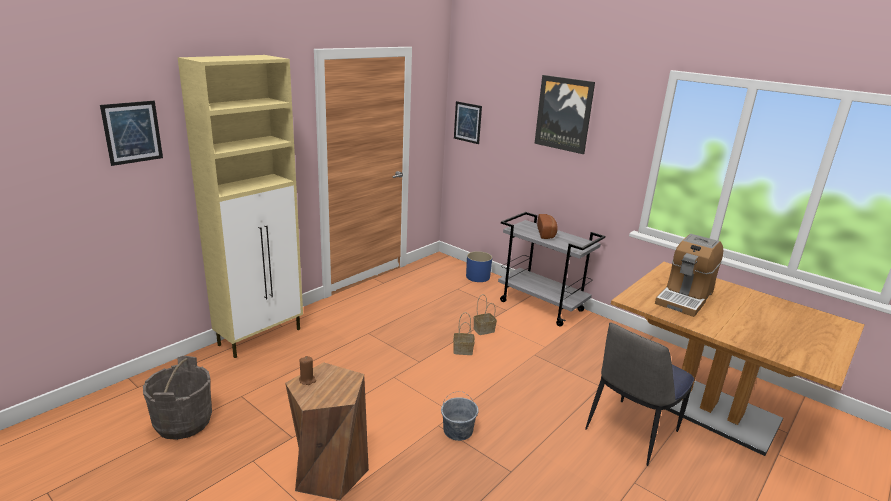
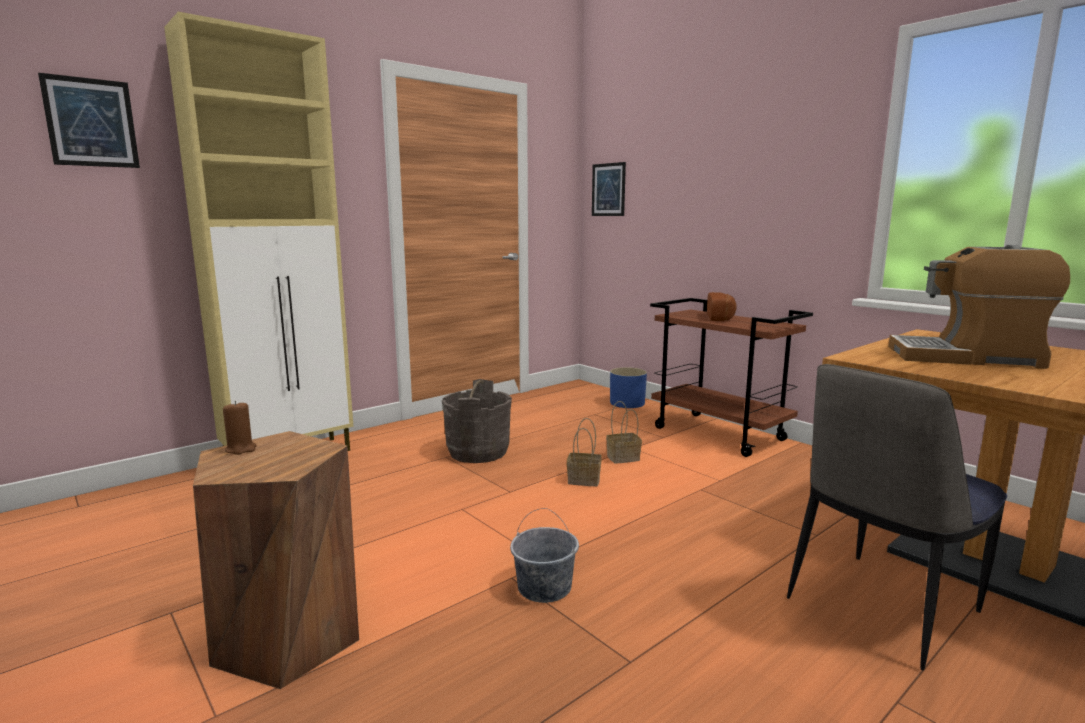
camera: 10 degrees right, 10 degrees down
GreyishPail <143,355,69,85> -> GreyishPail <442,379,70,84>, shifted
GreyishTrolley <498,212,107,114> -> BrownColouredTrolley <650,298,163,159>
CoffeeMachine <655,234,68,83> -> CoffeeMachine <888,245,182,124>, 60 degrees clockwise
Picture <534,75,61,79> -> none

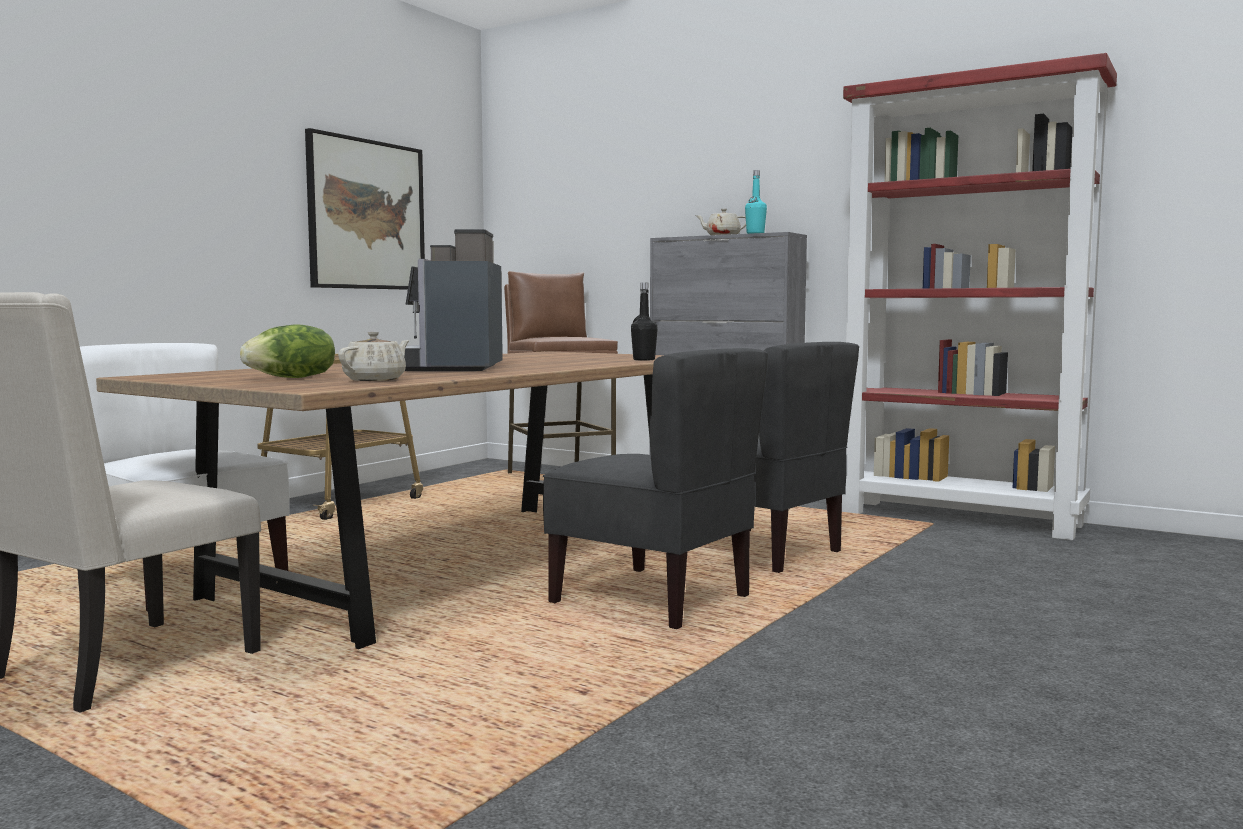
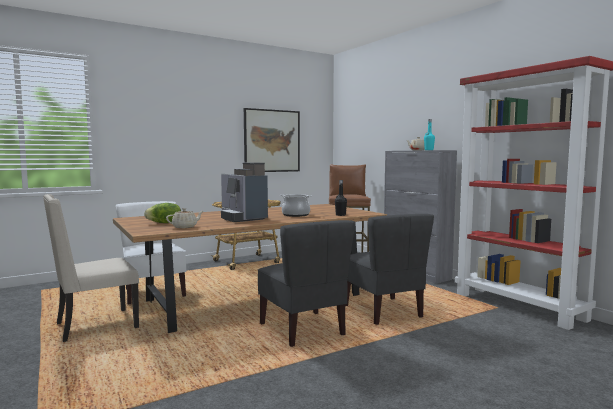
camera: 25 degrees right, 0 degrees up
CoffeeMachine <404,229,99,142> -> CoffeeMachine <221,162,47,60>, 60 degrees counterclockwise
none -> CookingPot <280,194,32,23>

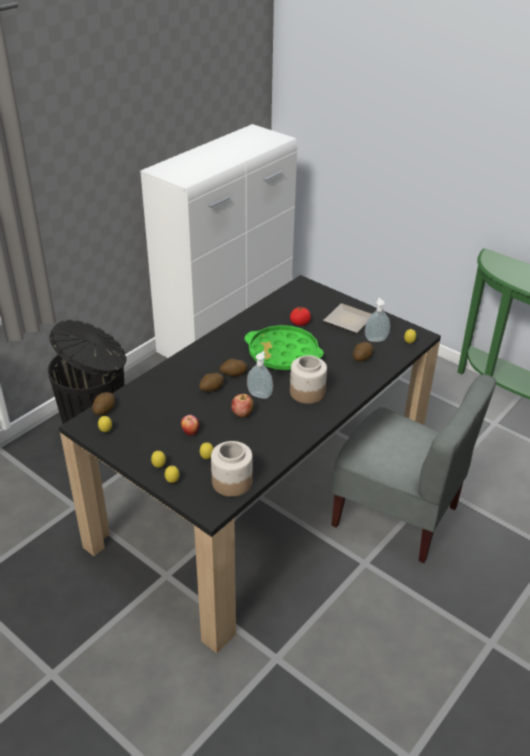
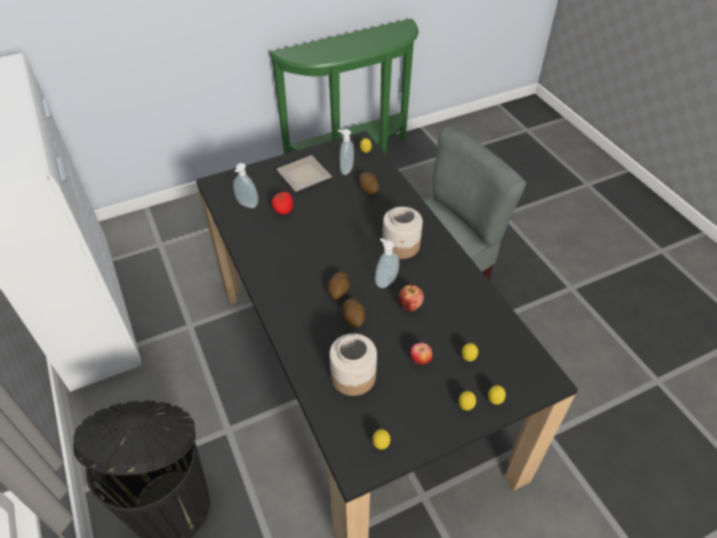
camera: 65 degrees left, 10 degrees up
none -> SoapBottle <233,163,25,45>
PreserveJar <211,441,42,56> -> PreserveJar <329,333,48,63>, shifted
Potato <92,392,23,23> -> none
GreenColouredCarryingTray <245,325,79,45> -> none

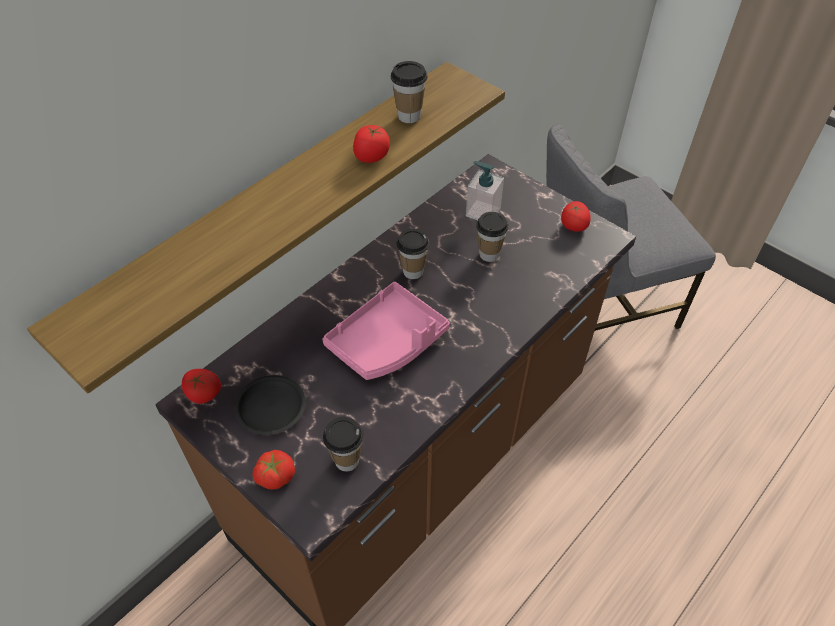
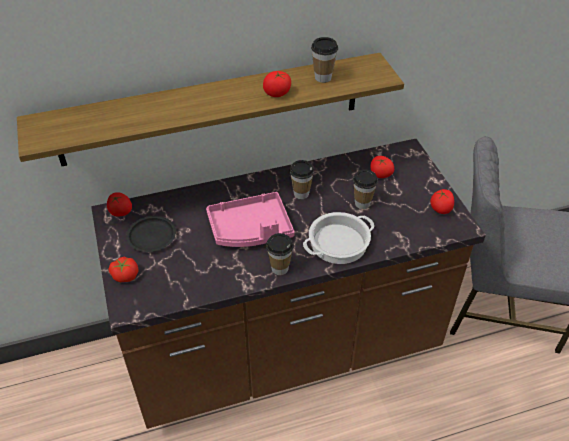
camera: 30 degrees right, 5 degrees down
SmallCup <323,417,40,55> -> SmallCup <266,233,28,42>, shifted
none -> CookingPot <303,212,71,52>
SoapBottle <466,161,38,59> -> FreshTomato <370,156,24,22>

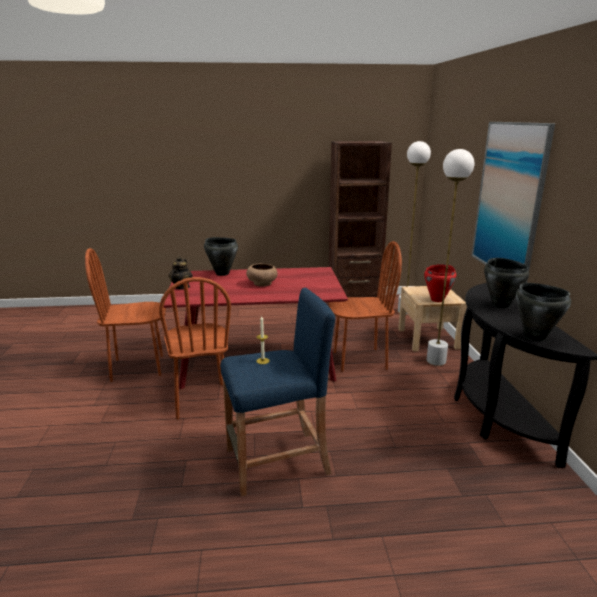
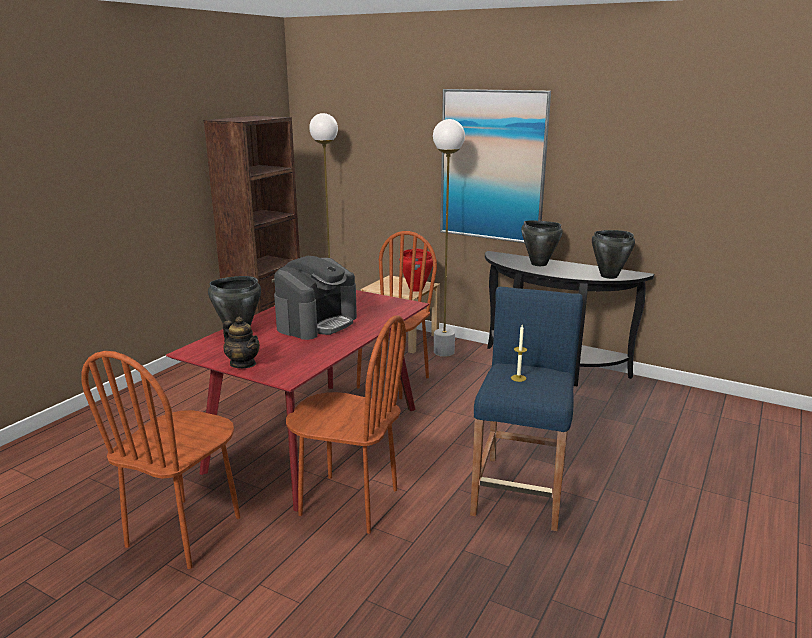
camera: 55 degrees left, 0 degrees up
BrownColouredBowl <246,263,32,24> -> CoffeeMachine <274,256,83,84>

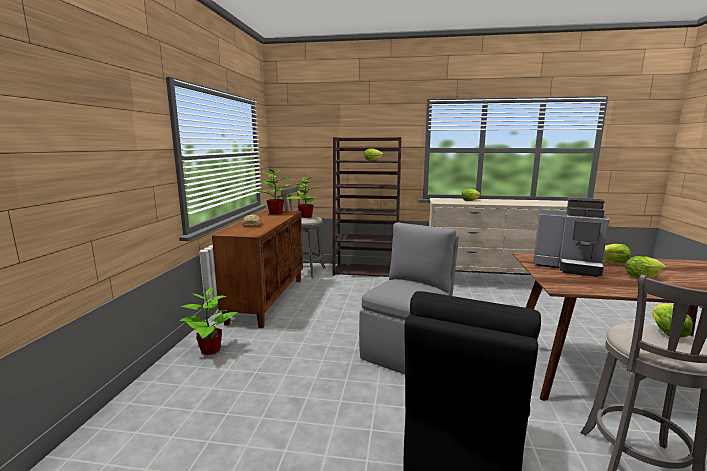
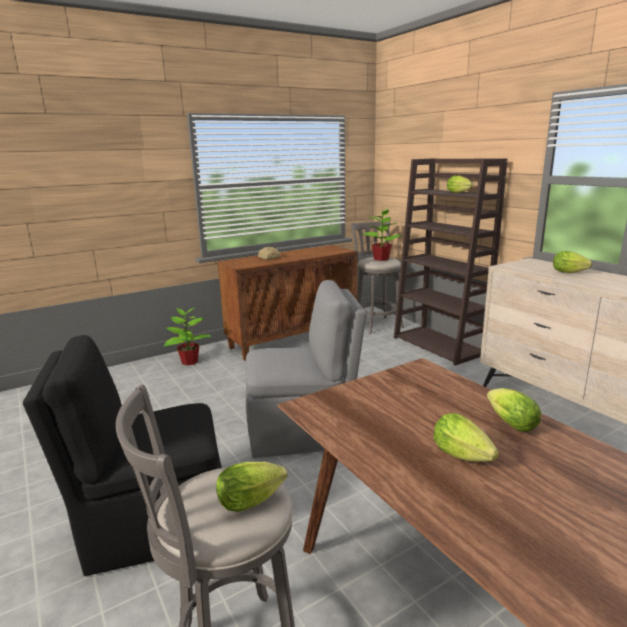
camera: 50 degrees right, 5 degrees up
Houseplant <255,166,38,49> -> none
CoffeeMachine <533,197,77,80> -> none

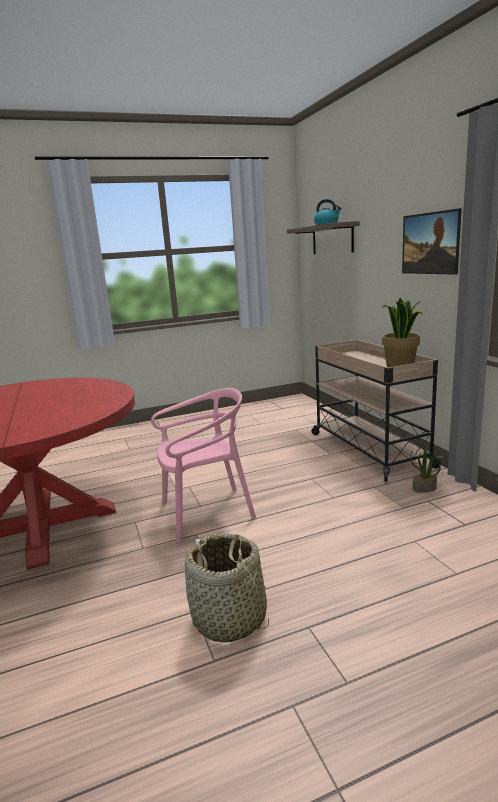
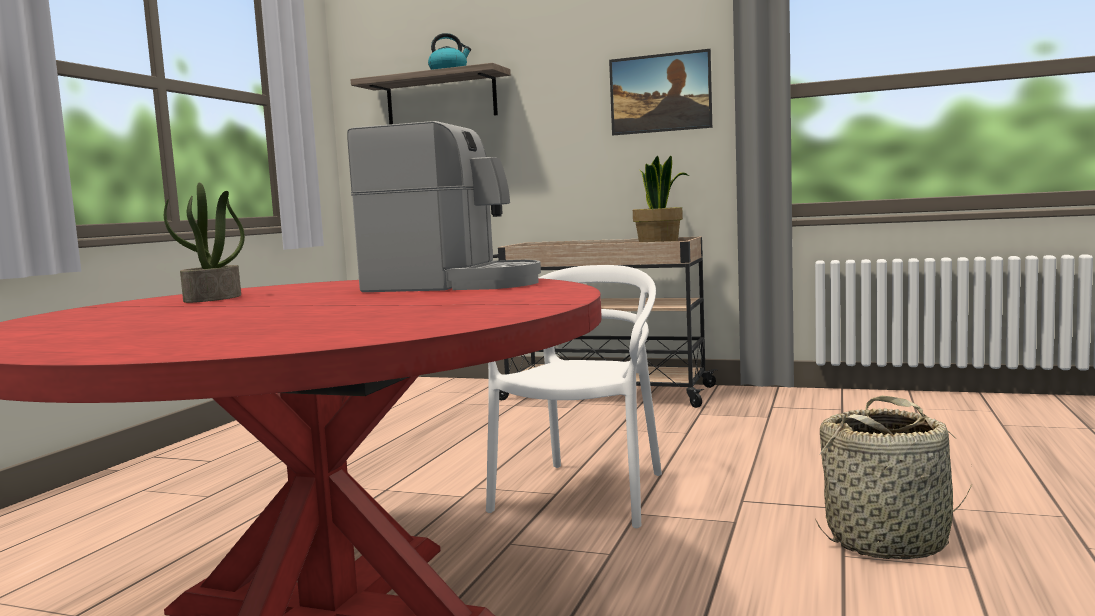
camera: 50 degrees left, 10 degrees down
Houseplant <410,447,31,46> -> Houseplant <164,182,81,121>, shifted
none -> CoffeeMachine <347,121,194,171>
PinkishUprightChair <151,388,105,154> -> WhiteColouredUprightChair <486,265,176,263>

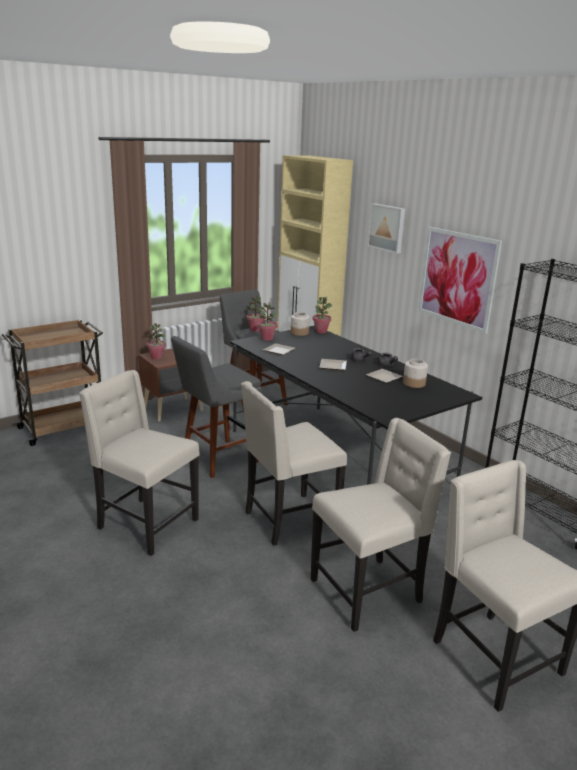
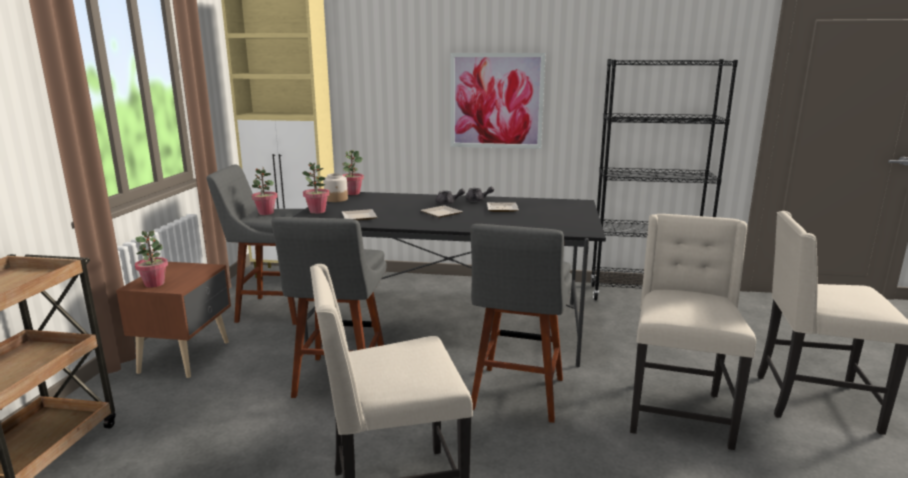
camera: 45 degrees left, 5 degrees down
SandColouredUprightChair <241,381,106,165> -> GreyishSittingStool <470,224,102,199>
Picture <367,203,38,51> -> none
PreserveJar <403,358,25,30> -> none

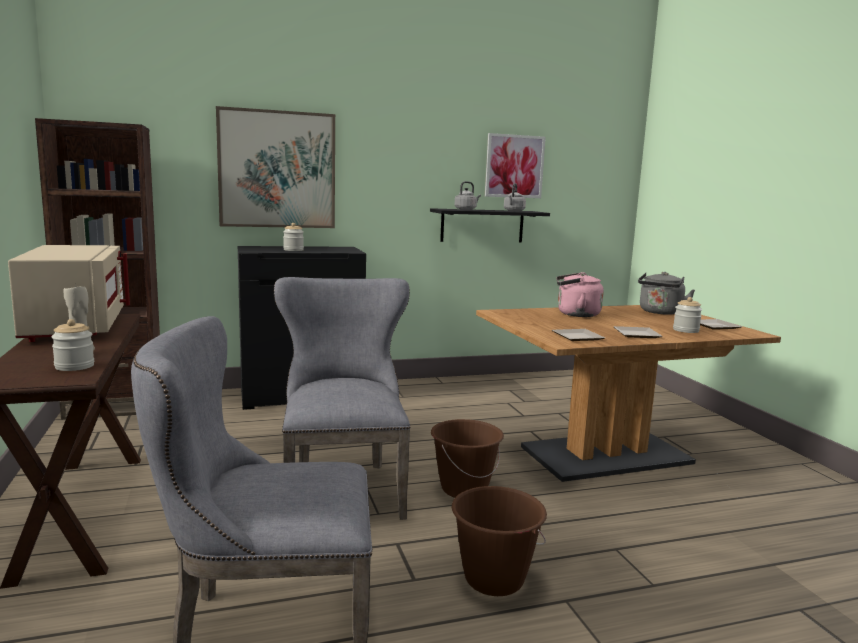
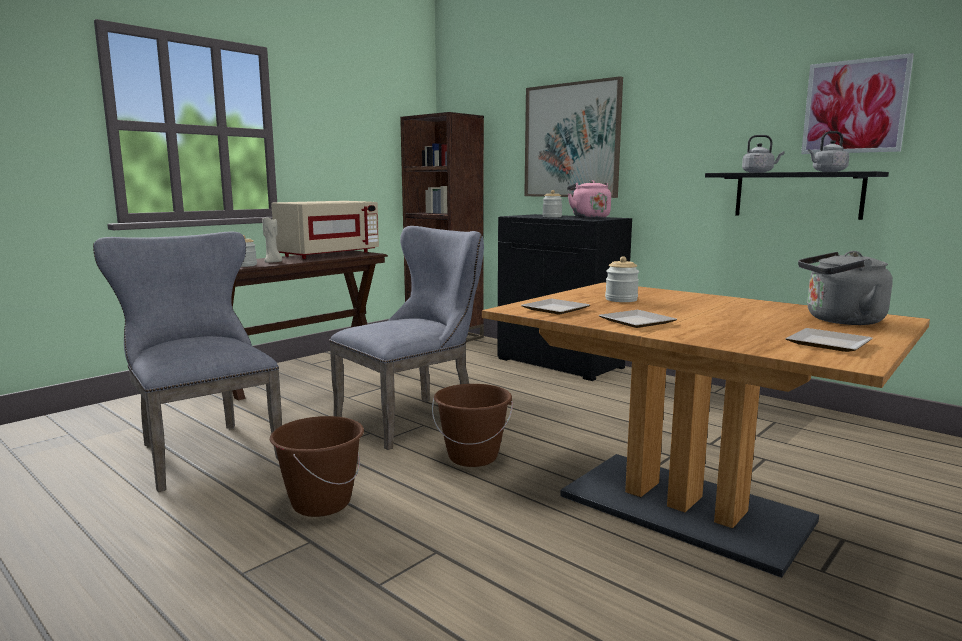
camera: 60 degrees right, 0 degrees up
PinkishWaterKettle <556,272,48,45> -> PinkishWaterKettle <567,180,44,38>, shifted
PreserveJar <673,297,29,36> -> PreserveJar <605,256,34,46>, shifted

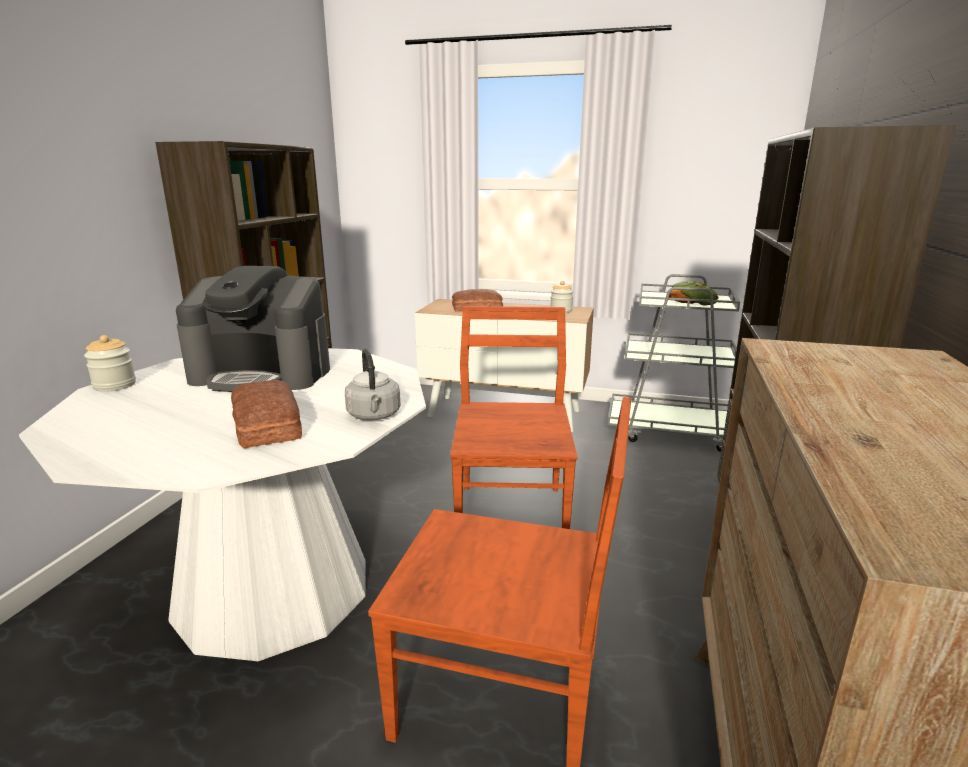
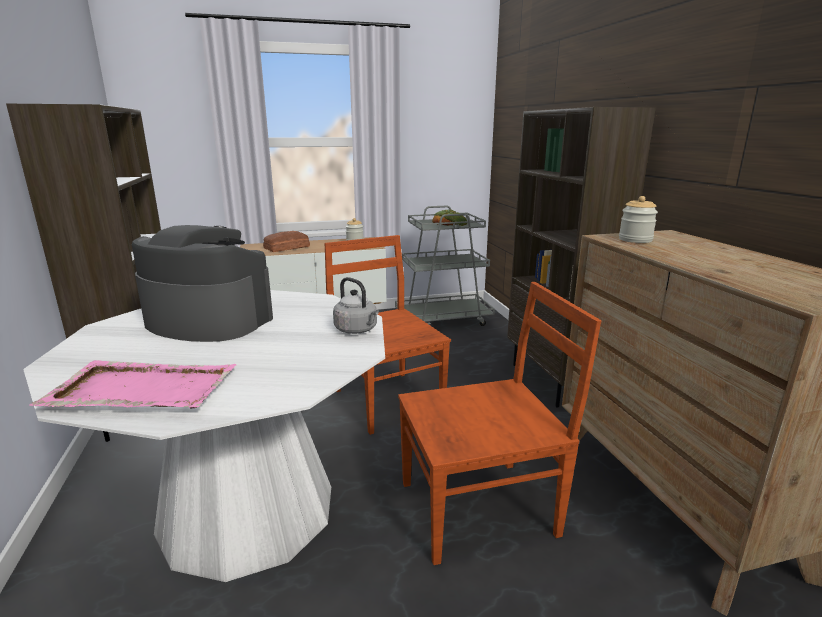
camera: 30 degrees left, 0 degrees up
none -> PinkishCarryingTray <29,360,207,48>
CoffeeMachine <176,266,154,126> -> CoffeeMachine <132,225,141,117>, 135 degrees counterclockwise
PreserveJar <84,335,52,57> -> PreserveJar <619,196,39,47>, shifted
BakedBread <231,380,71,68> -> none

